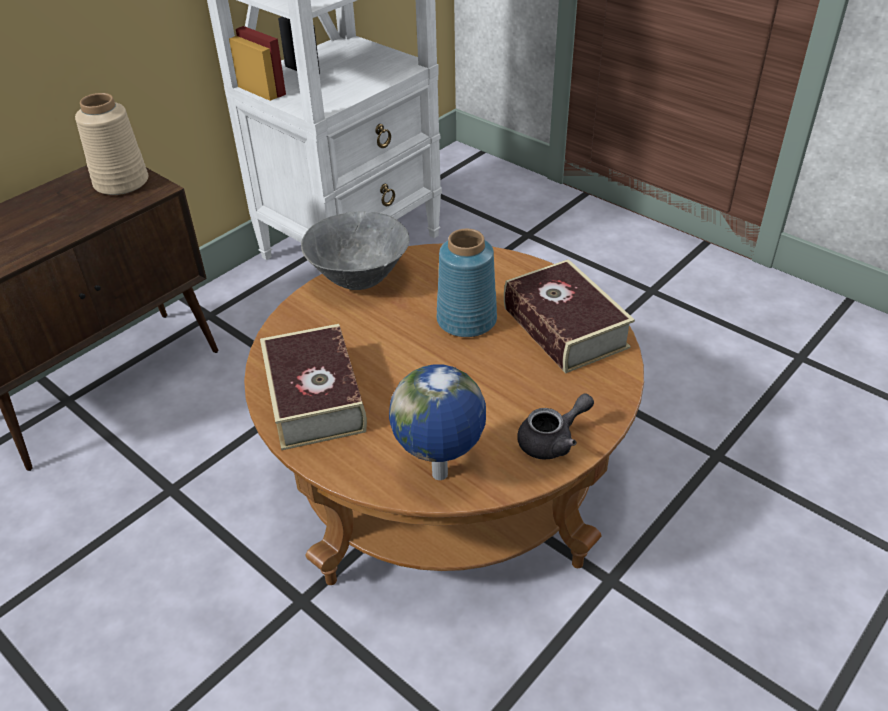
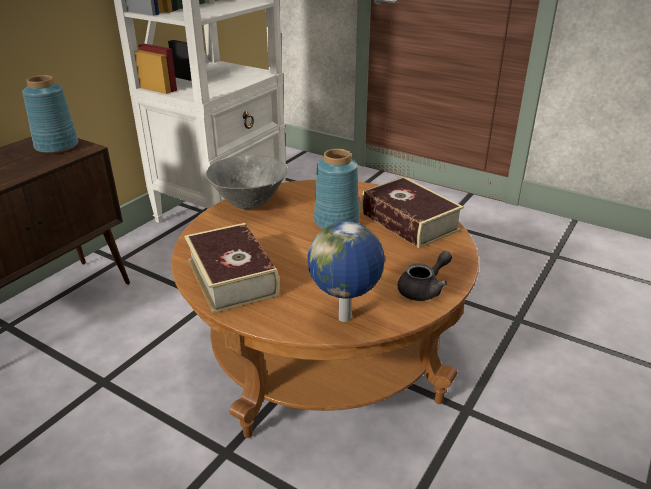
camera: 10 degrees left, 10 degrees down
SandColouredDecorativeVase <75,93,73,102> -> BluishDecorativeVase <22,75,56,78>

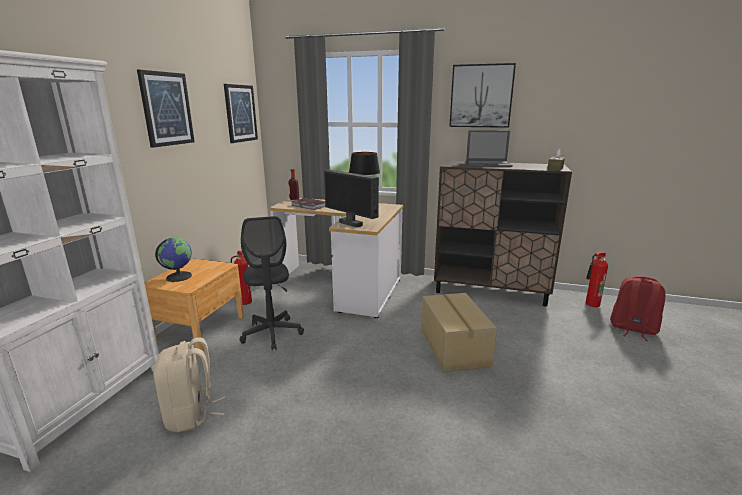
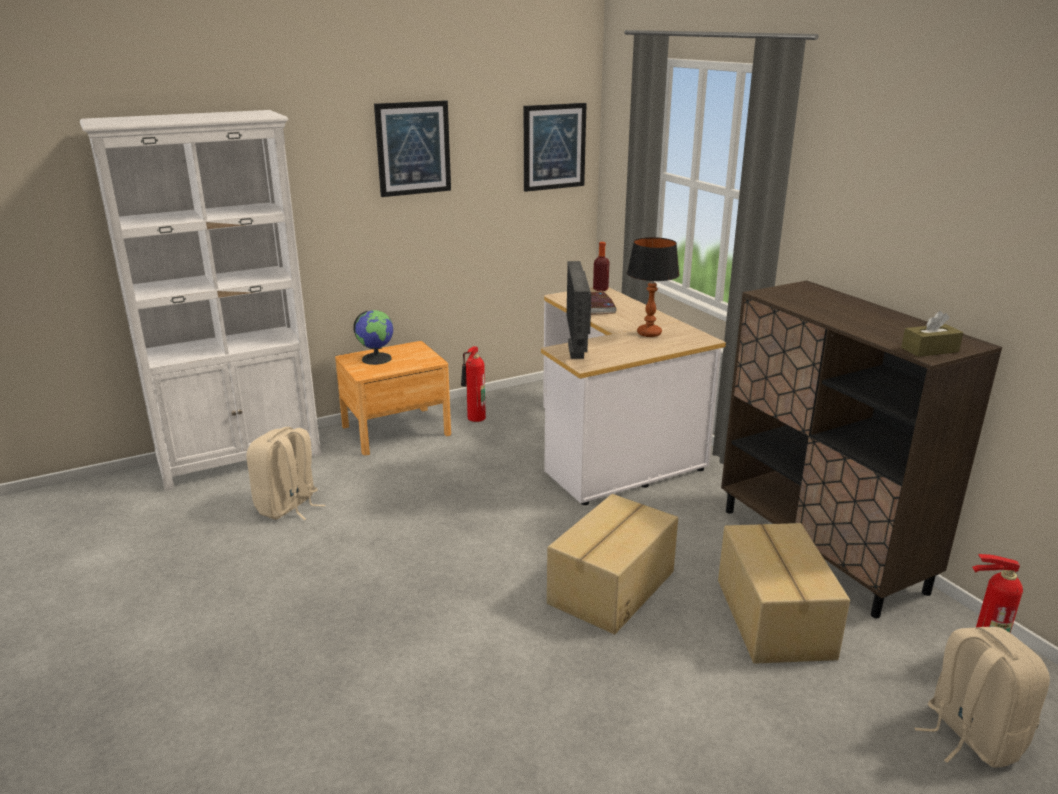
camera: 45 degrees right, 5 degrees up
none -> Carton <718,523,132,141>
RedRucksack <610,276,55,65> -> SandColouredRucksack <914,627,136,141>
GreyishOfficeChair <239,216,65,135> -> none
Picture <449,63,67,65> -> none
Laptop <466,130,47,37> -> none

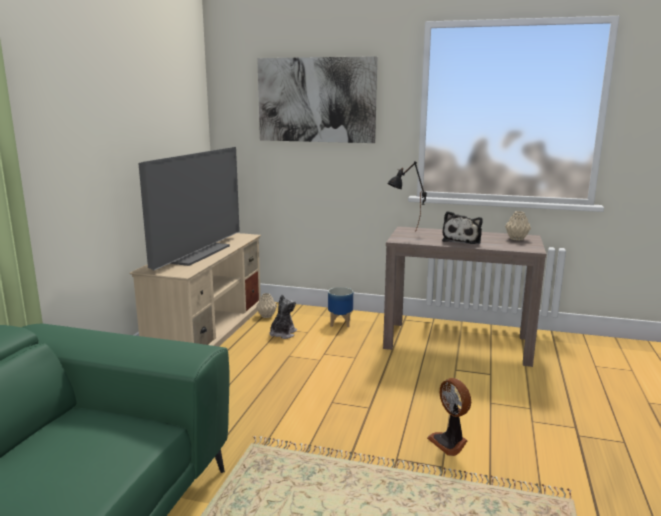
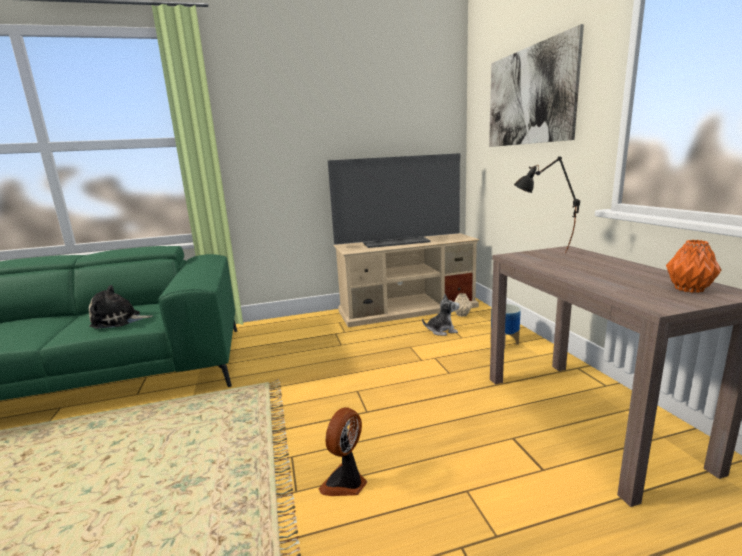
camera: 60 degrees right, 0 degrees up
CuddlyToy <442,211,41,33> -> CuddlyToy <89,285,64,44>, shifted
SandColouredDecorativeVase <505,211,26,30> -> OrangeyDecorativeVase <666,240,55,53>

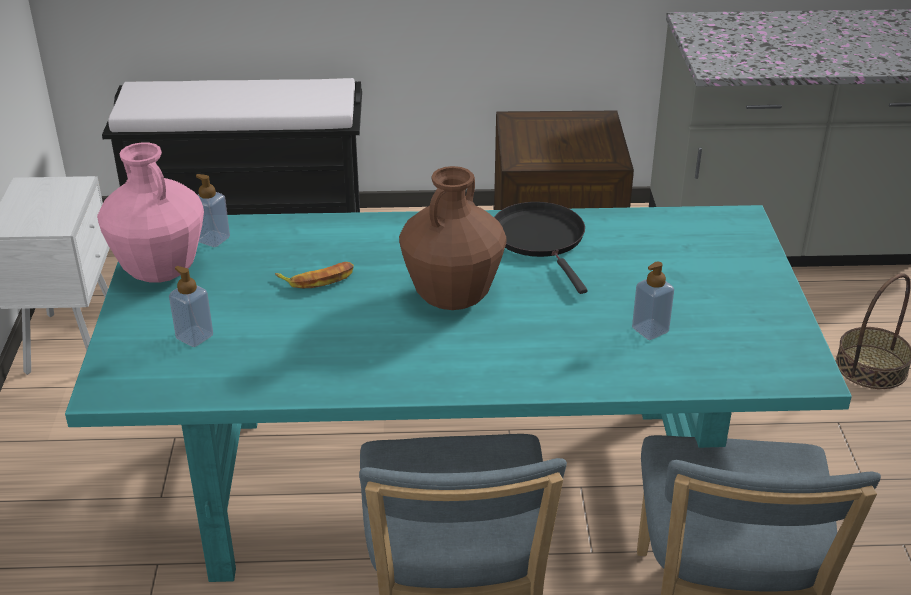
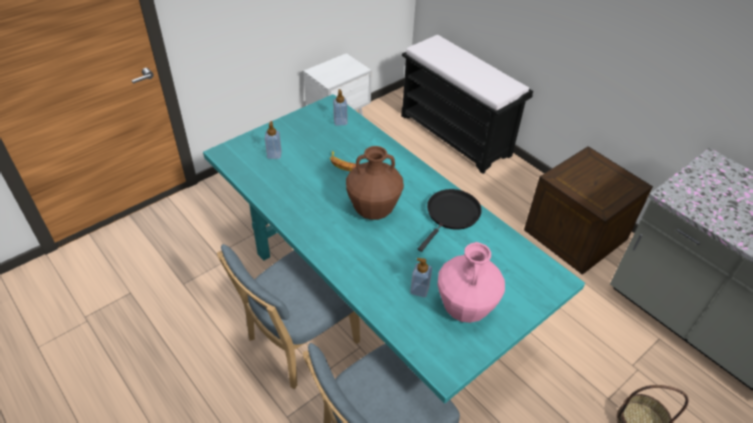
camera: 50 degrees right, 10 degrees up
PinkishDecorativeVase <97,142,107,141> -> PinkishDecorativeVase <438,242,67,81>, shifted

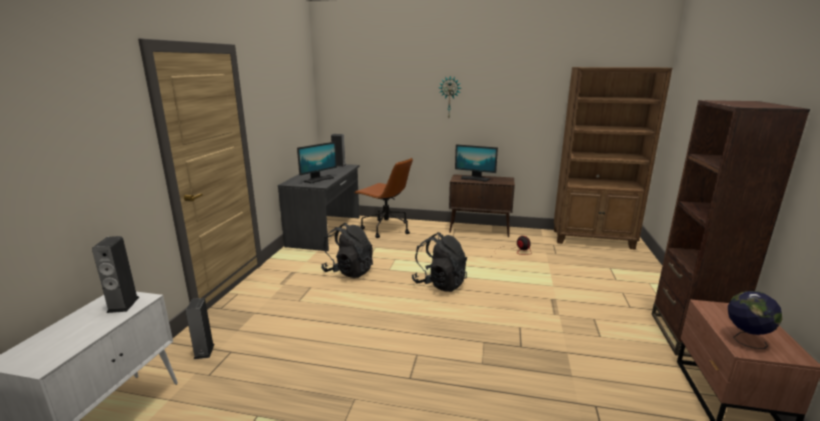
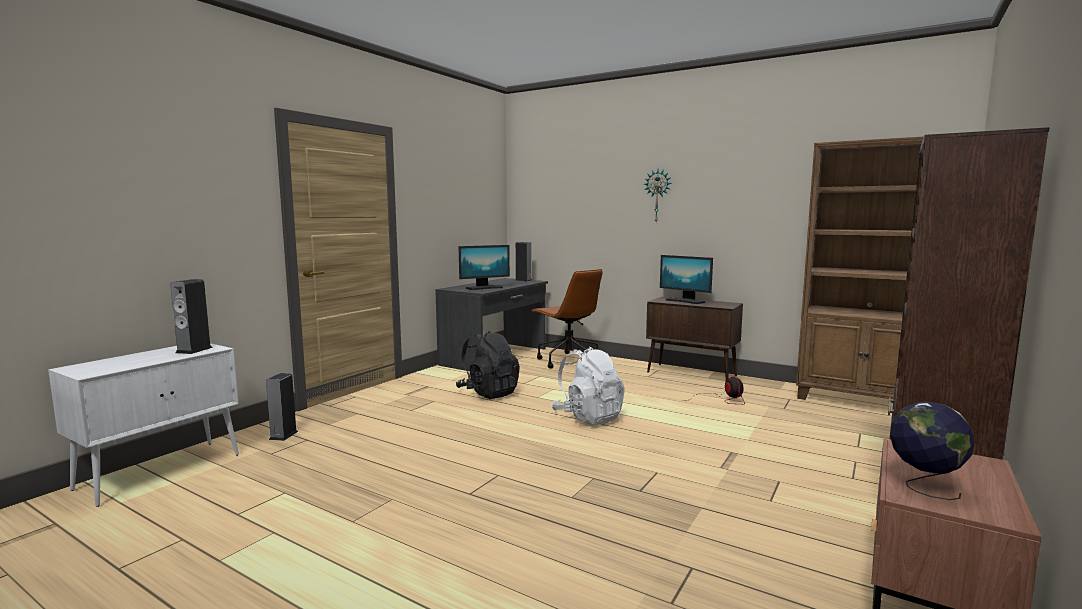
camera: 20 degrees right, 10 degrees down
BlackishRucksack <412,232,55,60> -> WhiteColouredRucksack <551,347,74,78>

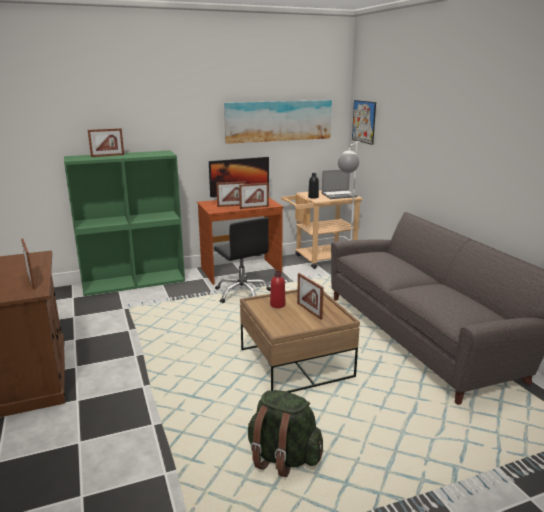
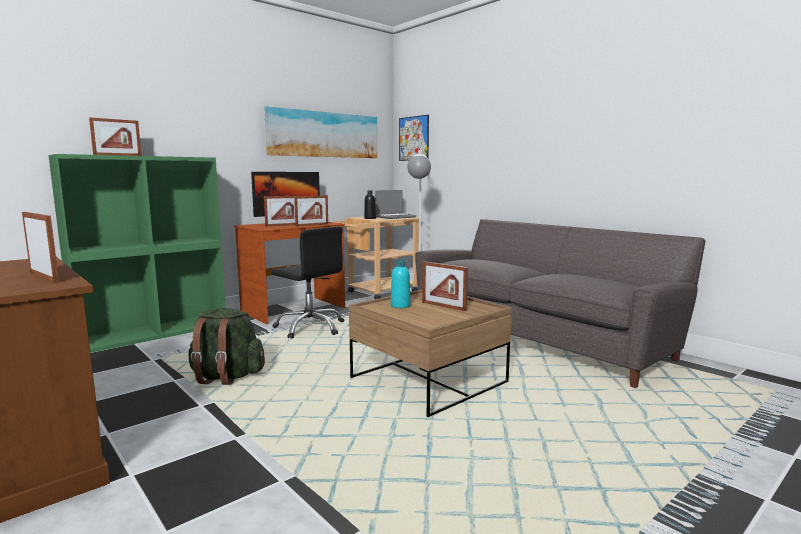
camera: 20 degrees left, 10 degrees down
GreenColouredRucksack <248,390,75,87> -> GreenColouredRucksack <188,308,77,77>, shifted
RedBottle <270,271,15,37> -> TurquoiseColouredBottle <391,260,20,48>

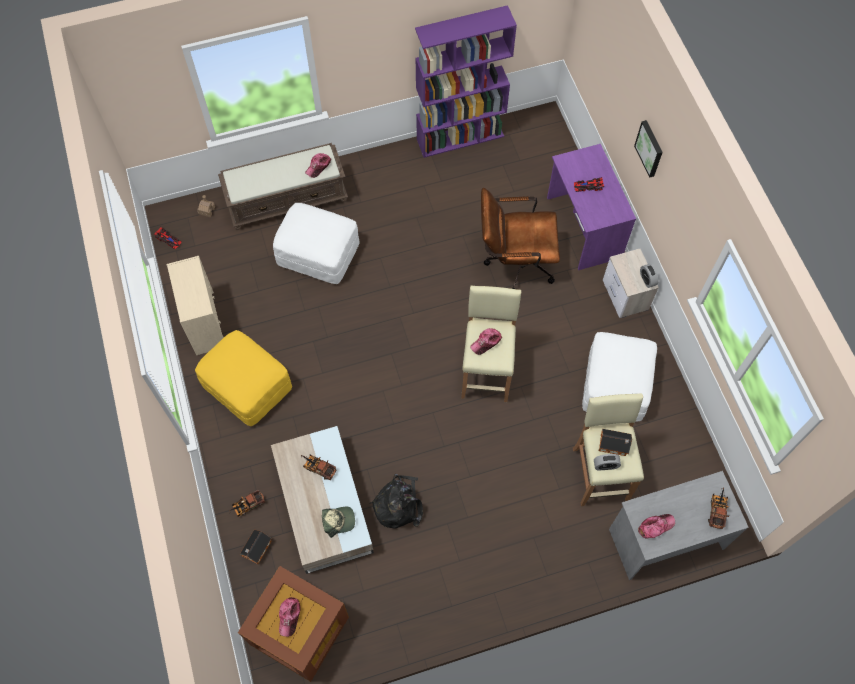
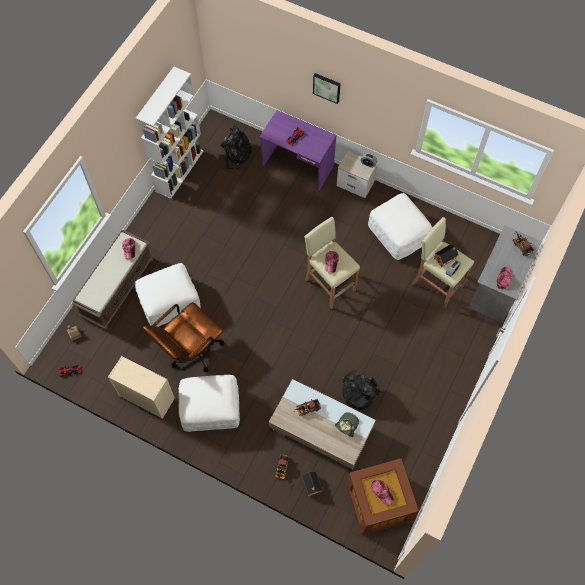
camera: 45 degrees left, 0 degrees up
PurpleColouredBookshelf <415,5,102,153> -> WhiteColouredBookshelf <136,67,67,132>
BrownColouredOfficeChair <481,188,79,101> -> BrownColouredOfficeChair <143,302,81,70>, shifted
YellowColouredPouffe <195,330,97,96> -> WhiteColouredPouffe <179,375,61,57>
none -> BlackishRucksack <220,126,34,43>

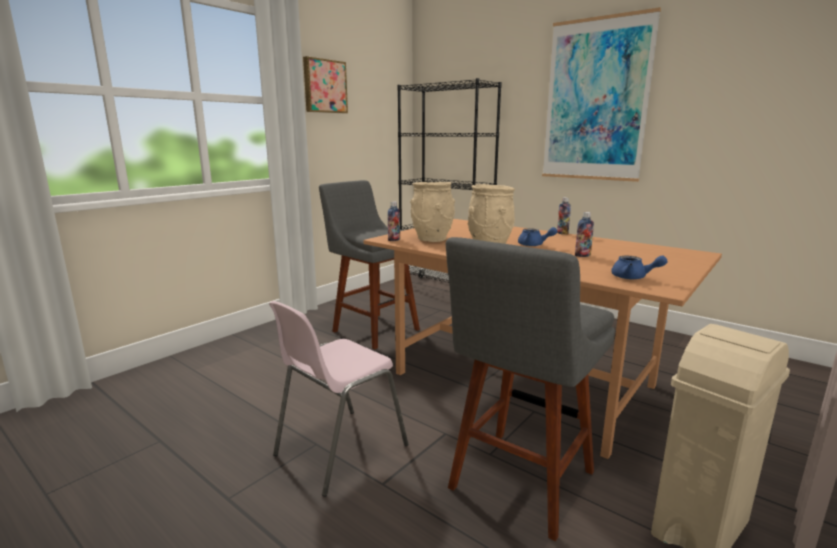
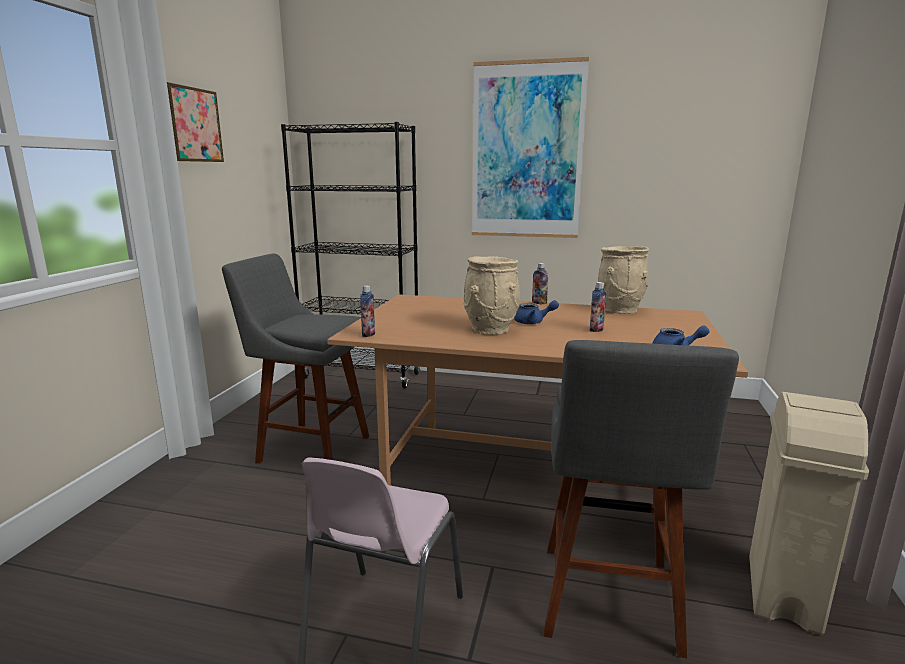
camera: 25 degrees left, 0 degrees up
SandColouredDecorativeVase <410,182,45,60> -> SandColouredDecorativeVase <598,246,51,68>, shifted

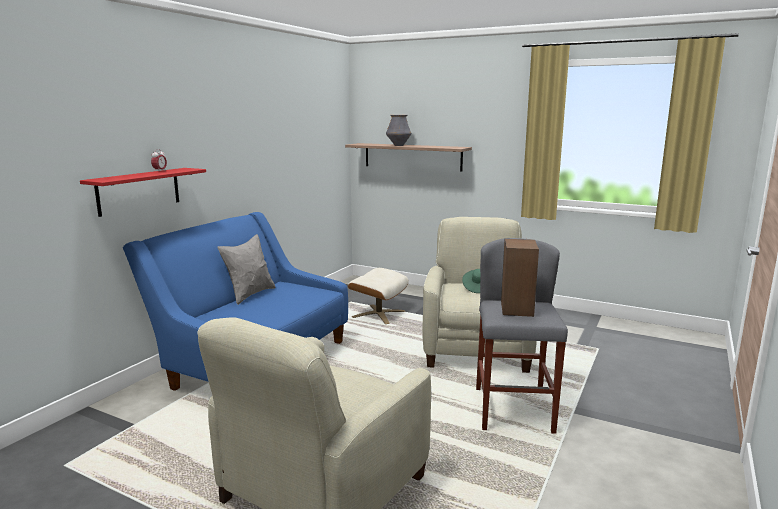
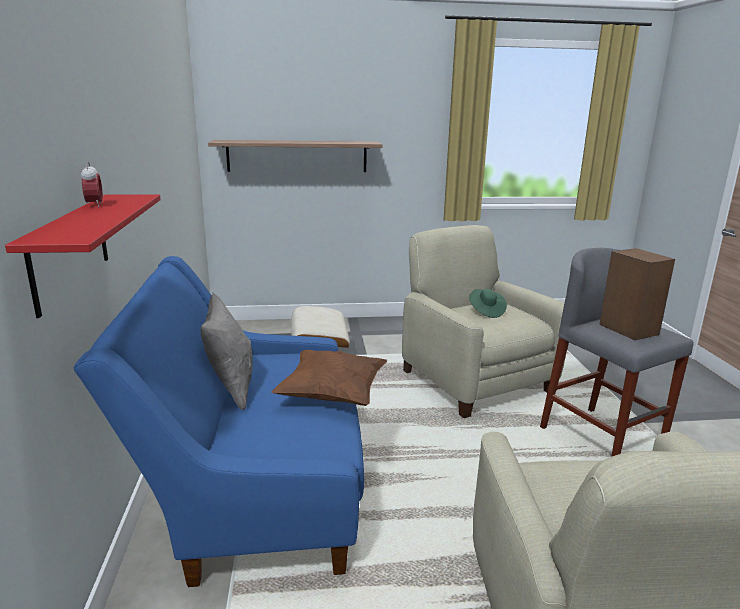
camera: 35 degrees left, 5 degrees up
none -> BrownColouredPillow <271,350,116,56>
DecorativeVase <386,115,25,31> -> none

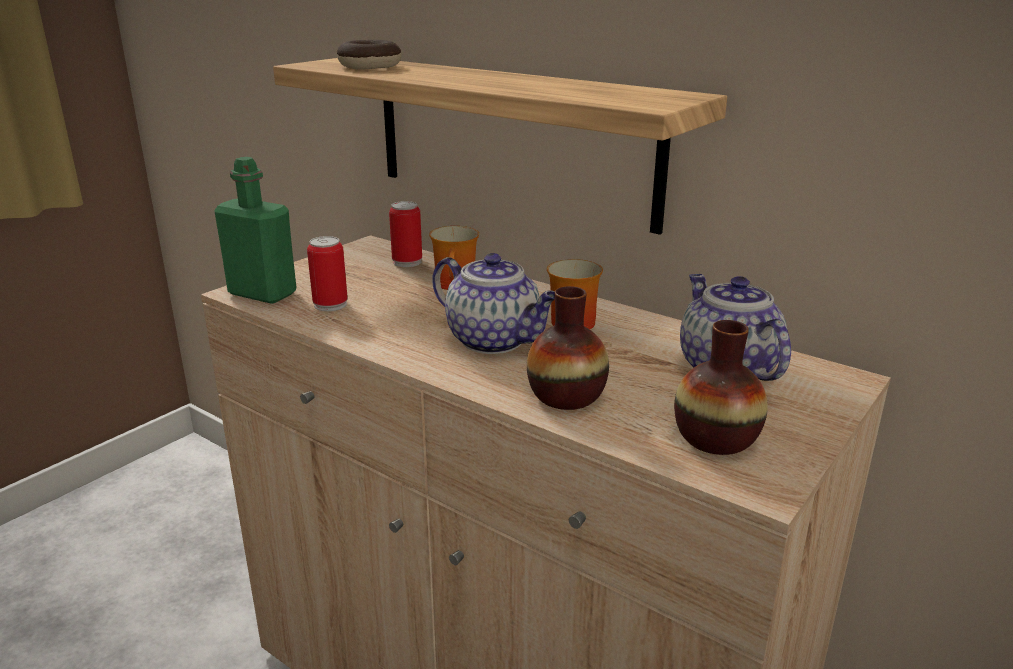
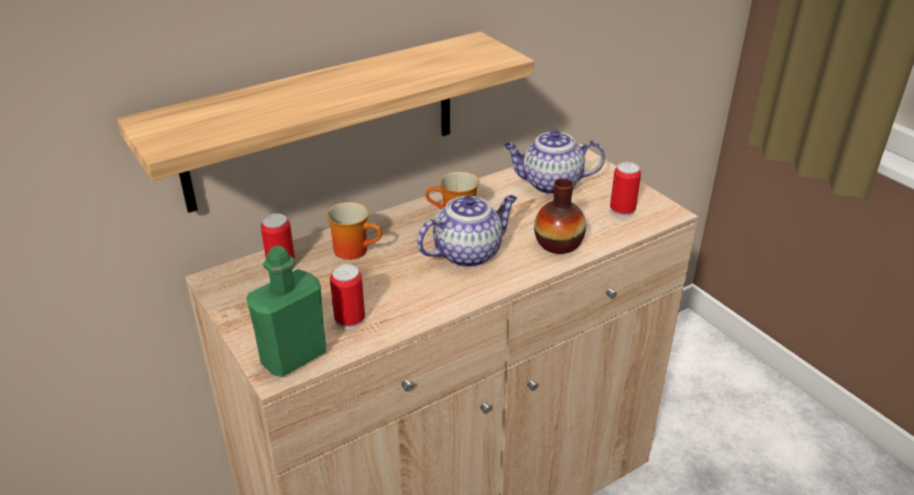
camera: 70 degrees left, 10 degrees up
DecorativeVase <674,320,94,135> -> Can <610,162,31,55>
Donut <337,40,64,29> -> none

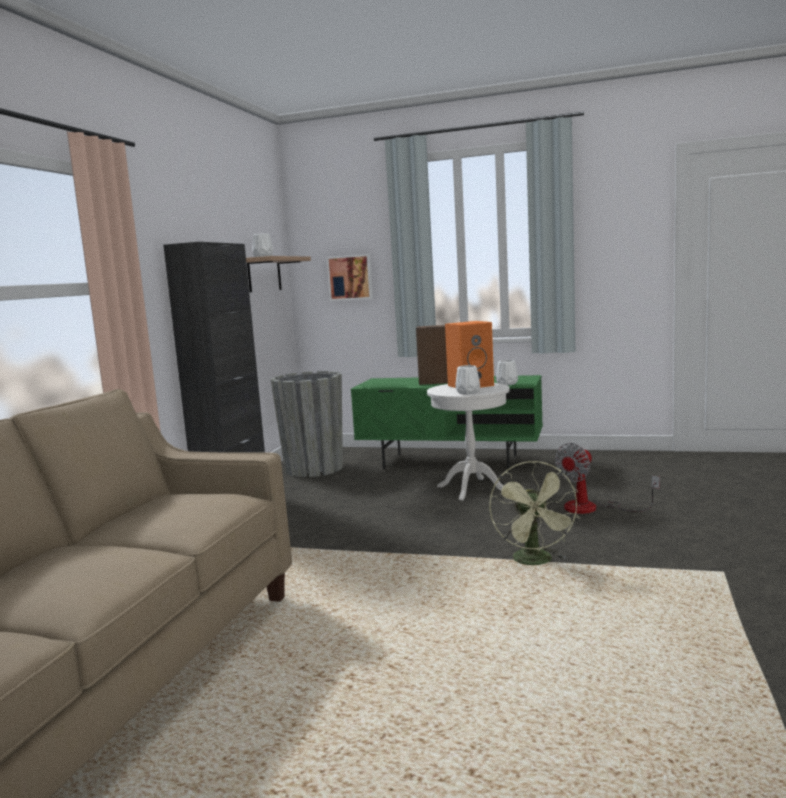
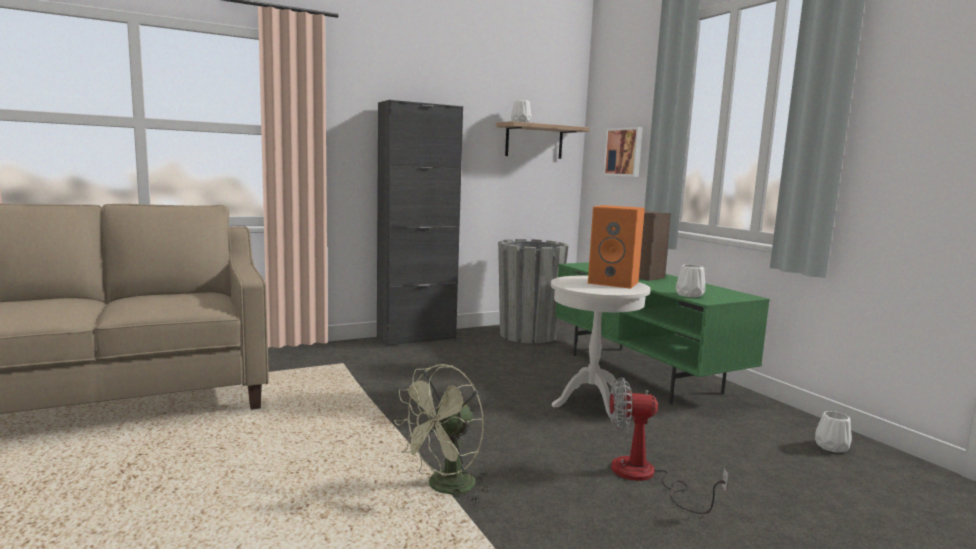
camera: 45 degrees right, 0 degrees up
WhiteColouredDecorativeVase <455,365,25,29> -> WhiteColouredDecorativeVase <815,411,37,42>, shifted

